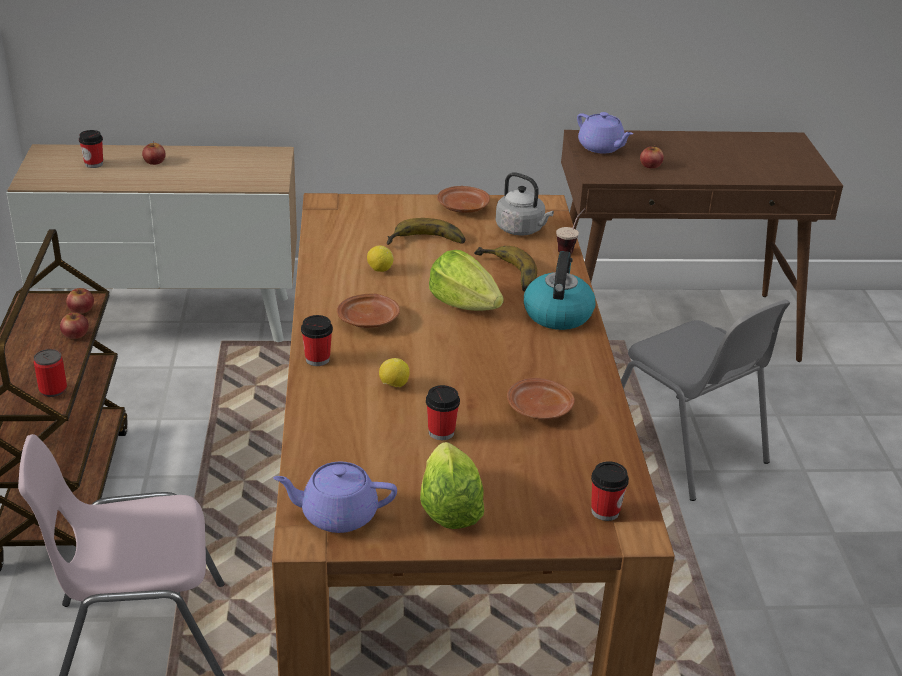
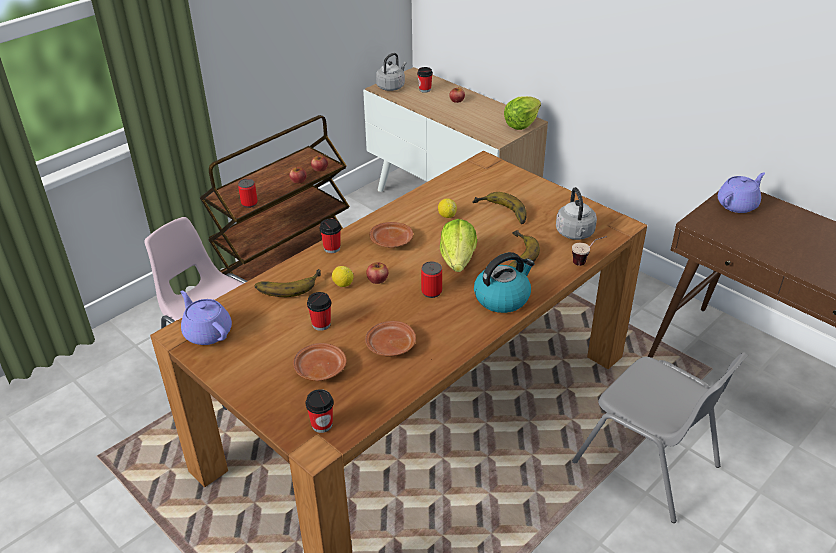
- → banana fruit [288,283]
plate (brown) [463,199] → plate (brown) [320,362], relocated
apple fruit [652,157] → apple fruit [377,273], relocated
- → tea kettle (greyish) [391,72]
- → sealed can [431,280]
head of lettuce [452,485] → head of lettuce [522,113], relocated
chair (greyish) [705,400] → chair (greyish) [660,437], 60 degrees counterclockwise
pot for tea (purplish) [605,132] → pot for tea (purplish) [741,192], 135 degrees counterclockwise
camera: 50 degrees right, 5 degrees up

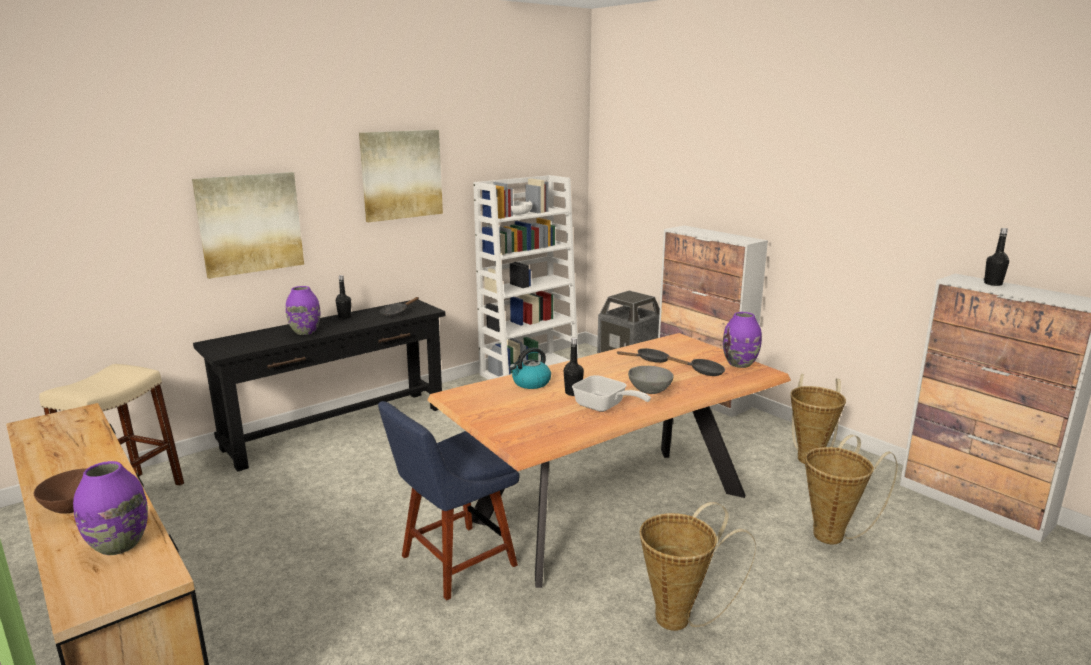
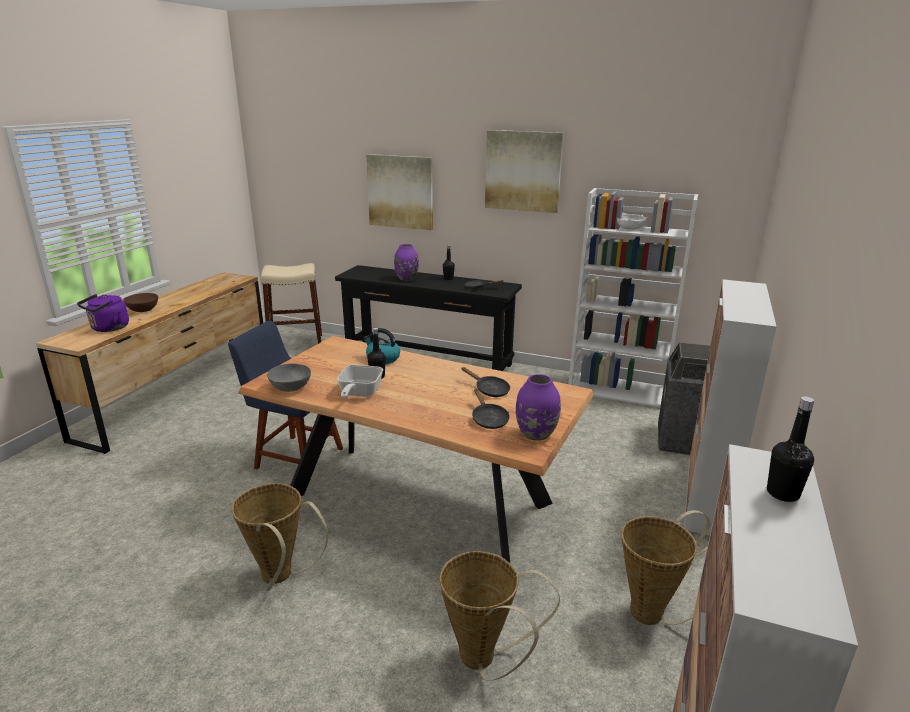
flower vase (purplish) [110,508] → tea kettle (purplish) [103,313]
serving bowl (greyish) [651,380] → serving bowl (greyish) [289,377], relocated
camera: 60 degrees right, 5 degrees up

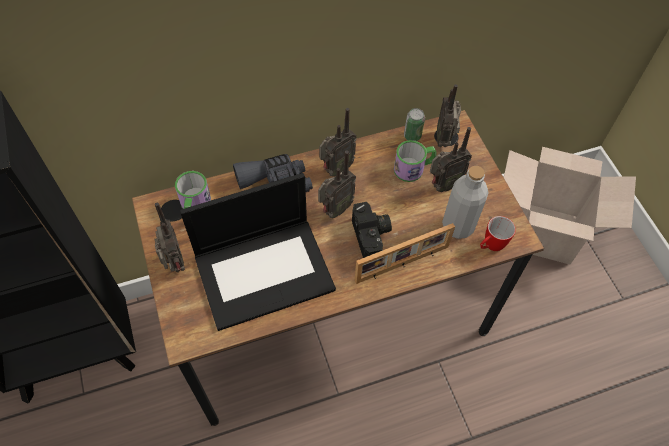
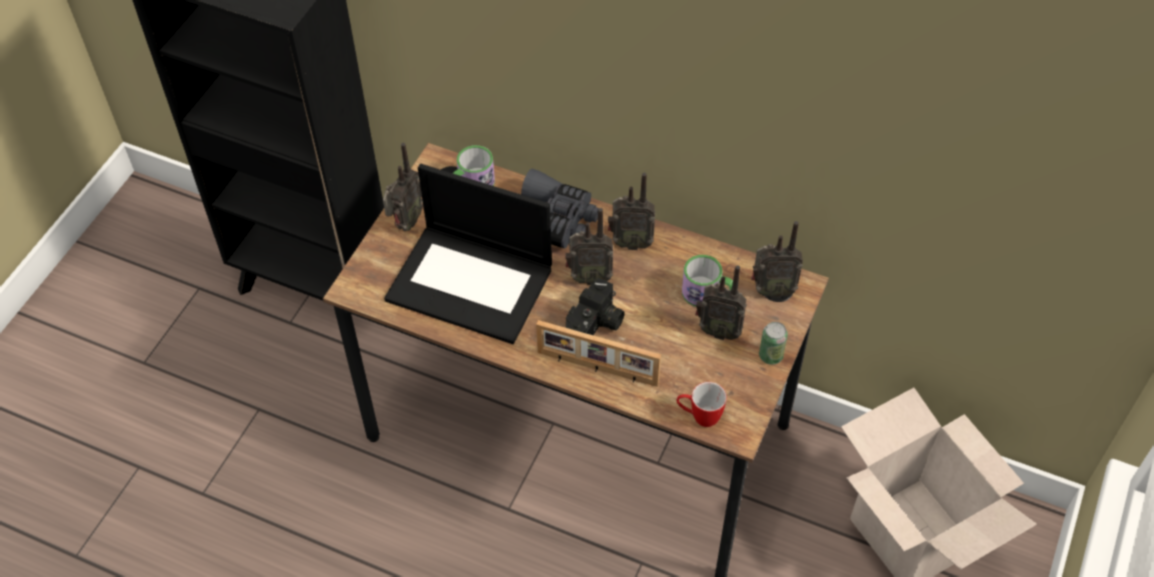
radio [449,115] → radio [777,259], 135 degrees counterclockwise
sealed can [414,124] → sealed can [773,343], relocated
beverage bottle (greyish) [465,202] → -
camera: 45 degrees right, 5 degrees down

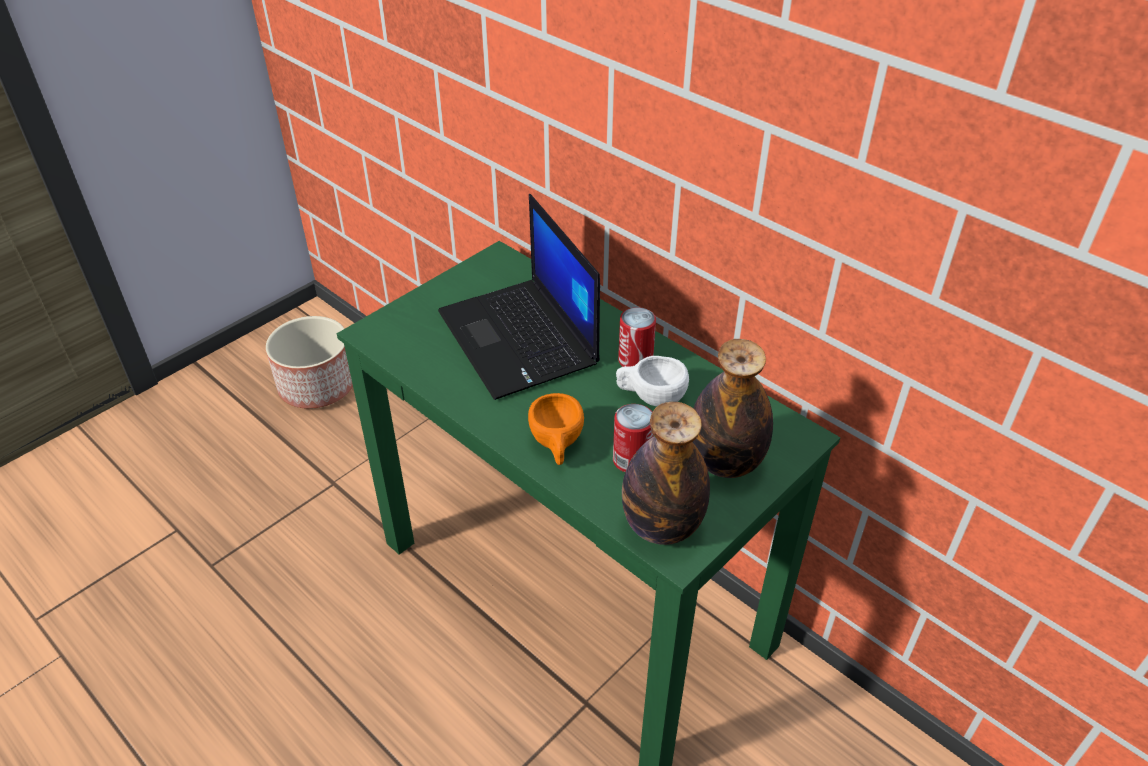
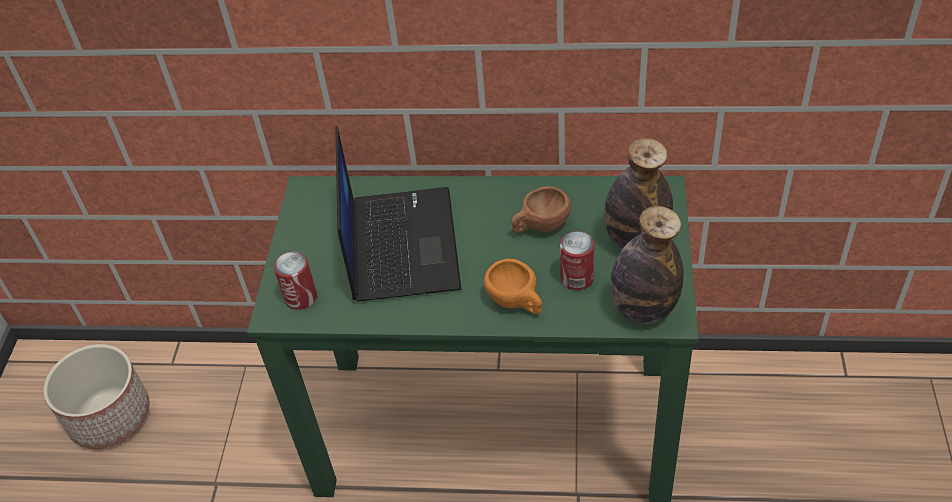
sealed can [637,337] → sealed can [295,280], relocated
laptop [519,297] → laptop [398,214], 120 degrees counterclockwise
cup (white) [652,381] → cup (brown) [541,209]
camera: 35 degrees left, 5 degrees up

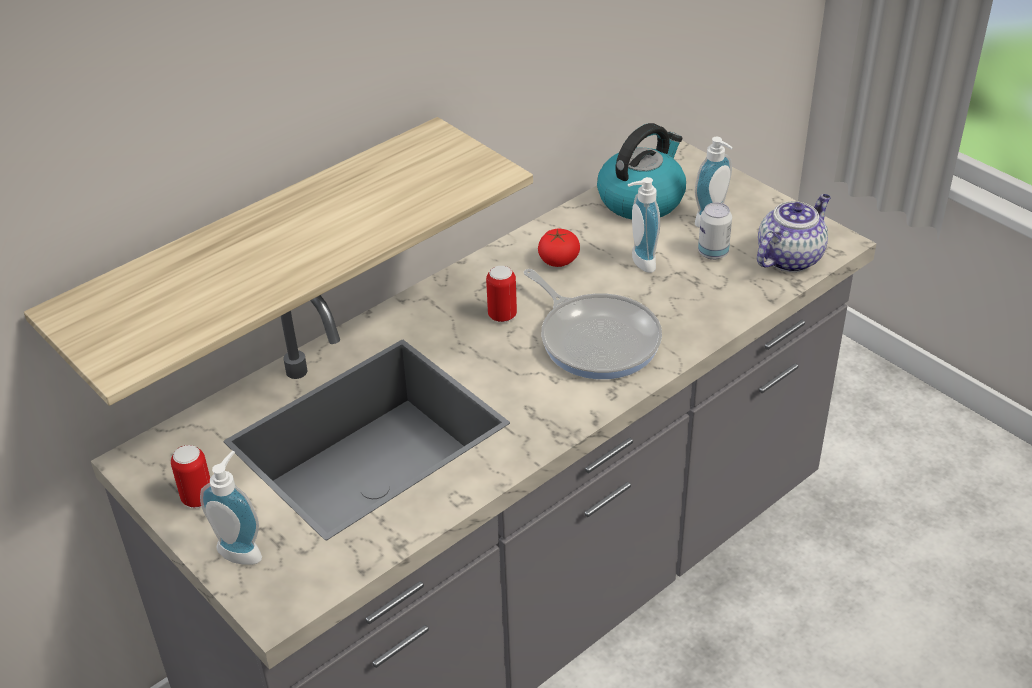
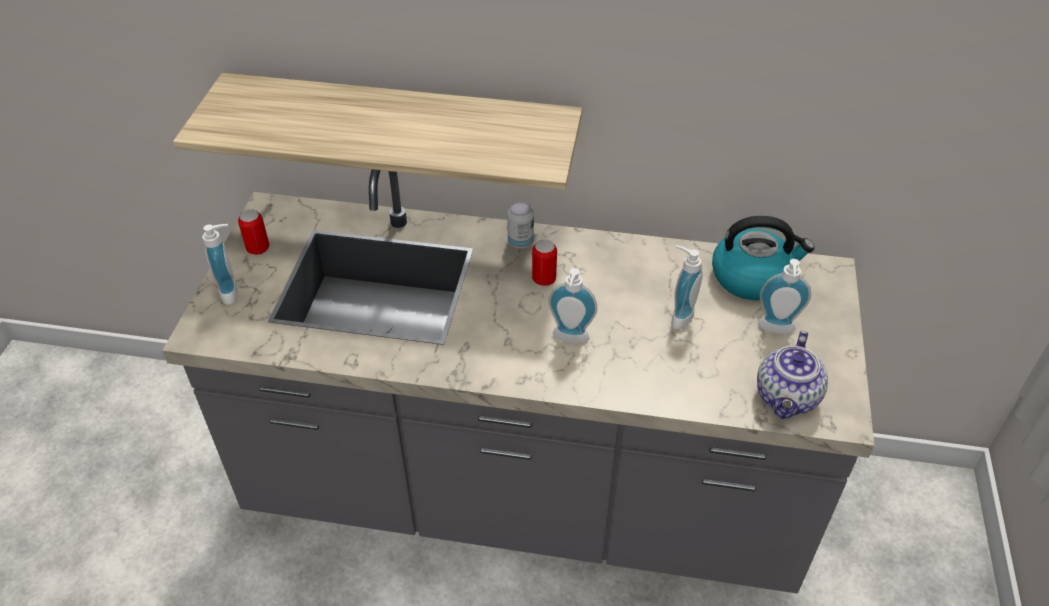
sealed can [715,231] → sealed can [520,224], relocated
frying pan [593,324] → liquid soap bottle [572,306]
pot for tea [794,233] → pot for tea [792,375], 105 degrees clockwise
fresh tomato [559,248] → -
camera: 50 degrees right, 5 degrees up

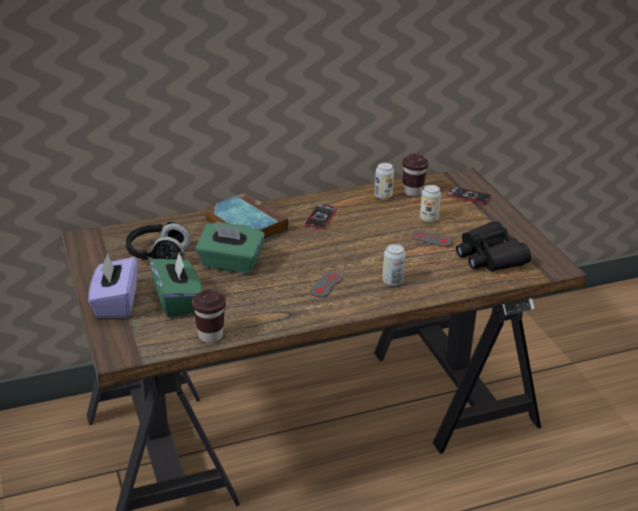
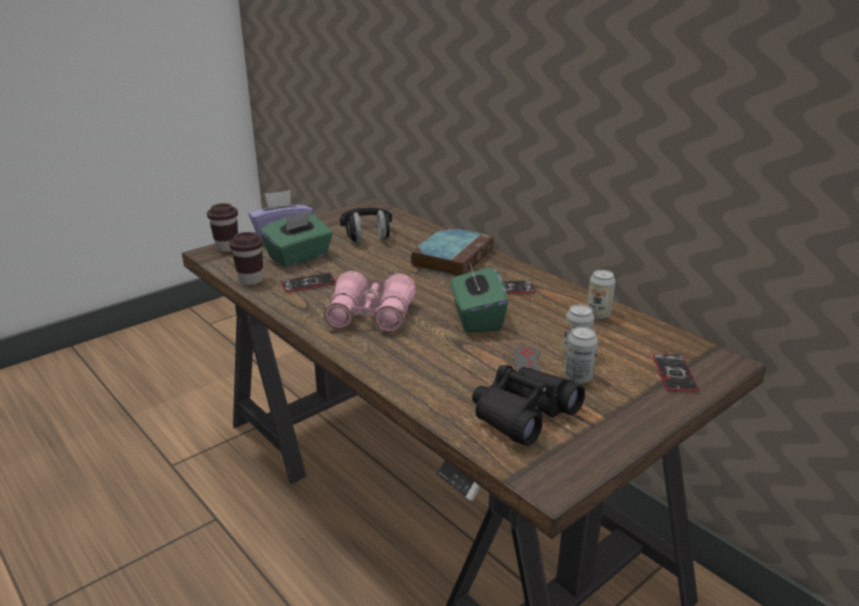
cup (brown) [415,175] → cup (brown) [222,227], relocated
- → telephone [308,282]
game controller (greyish) [326,284] → field glasses (pink-coloured) [370,301]
box of tissues (greenish) [230,248] → box of tissues (greenish) [479,297], relocated
sealed can [394,265] → sealed can [581,355], relocated
camera: 70 degrees right, 5 degrees down

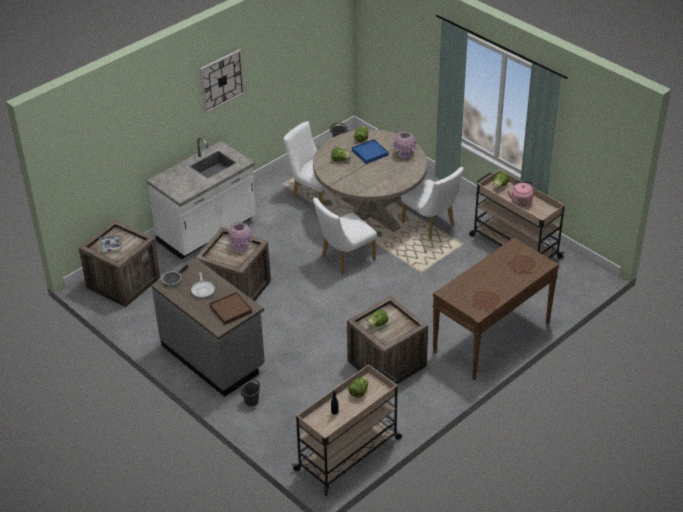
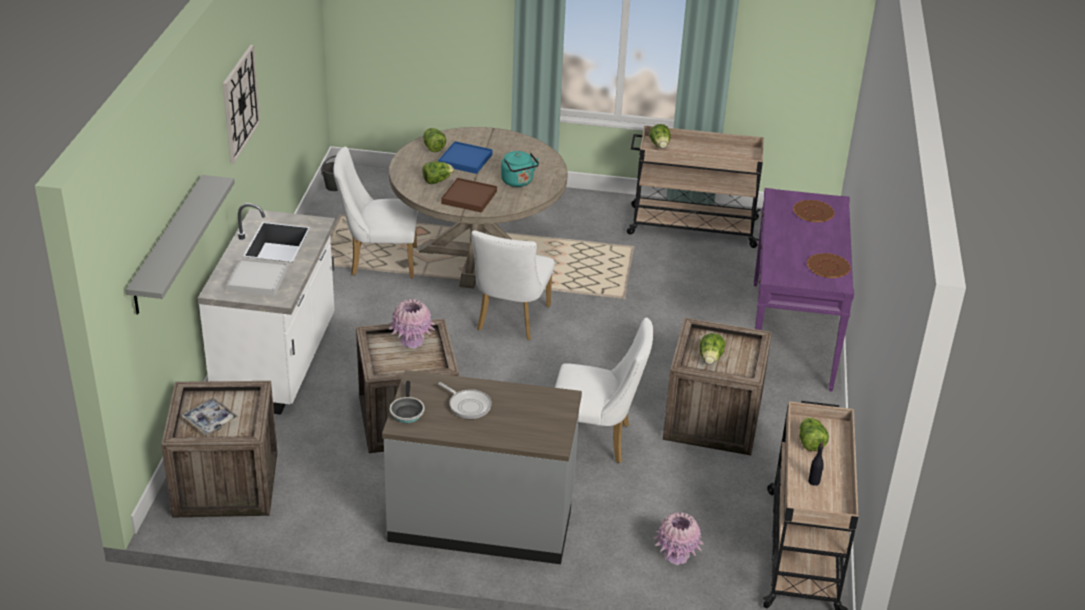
- → wall shelf (greyish) [180,245]
- → tray (white) [257,277]
tray (brown) [230,308] → tray (brown) [469,195], relocated
- → tea kettle (turquoise-coloured) [520,169]
chair (white) [432,203] → chair (white) [604,390], relocated
flower vase (pink-coloured) [404,145] → flower vase (pink-coloured) [678,538], relocated
narrow table (brown) [496,308] → narrow table (purplish) [804,289]
bucket (greyish) [250,393] → -
tea kettle (pink-coloured) [520,194] → -
camera: 40 degrees left, 5 degrees down

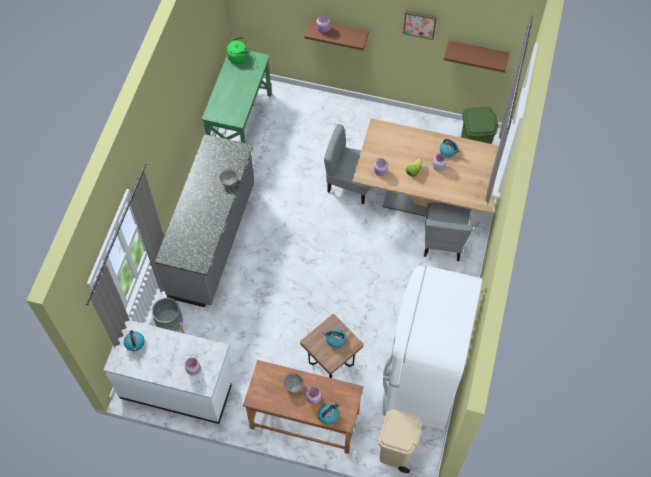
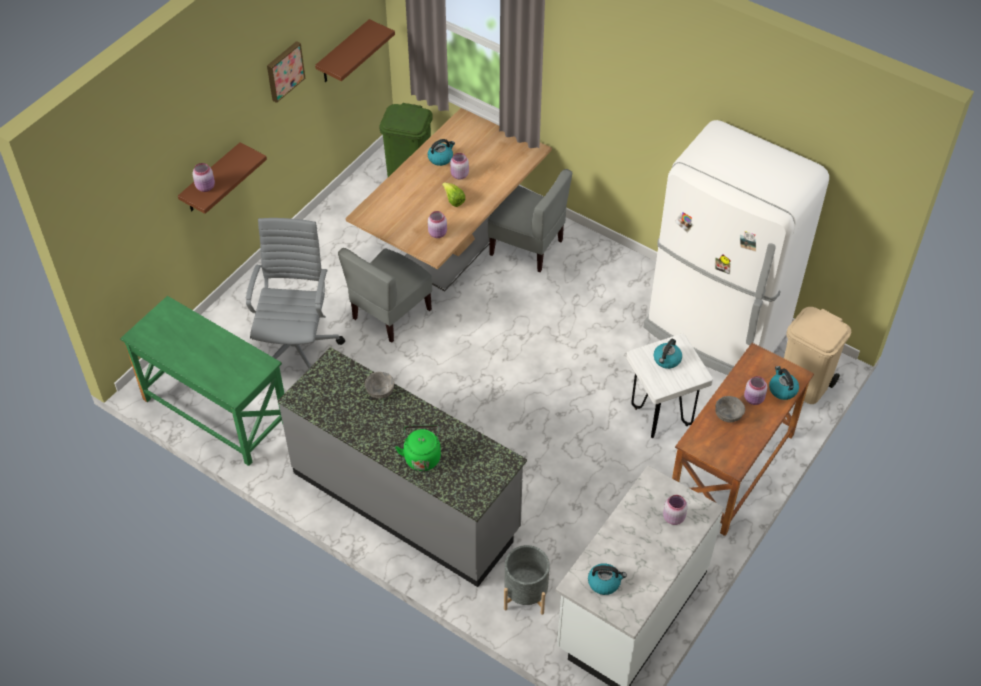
- → office chair (greyish) [295,293]
tea kettle (greenish) [238,50] → tea kettle (greenish) [418,448], relocated
stool seat (brown) [331,346] → stool seat (white) [669,386]
camera: 70 degrees left, 10 degrees down

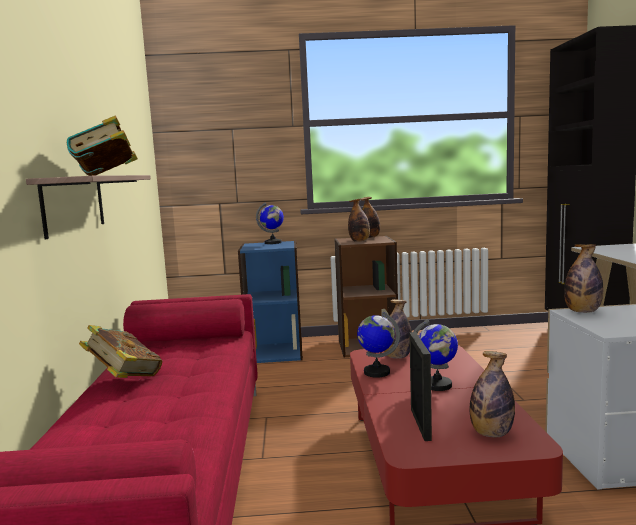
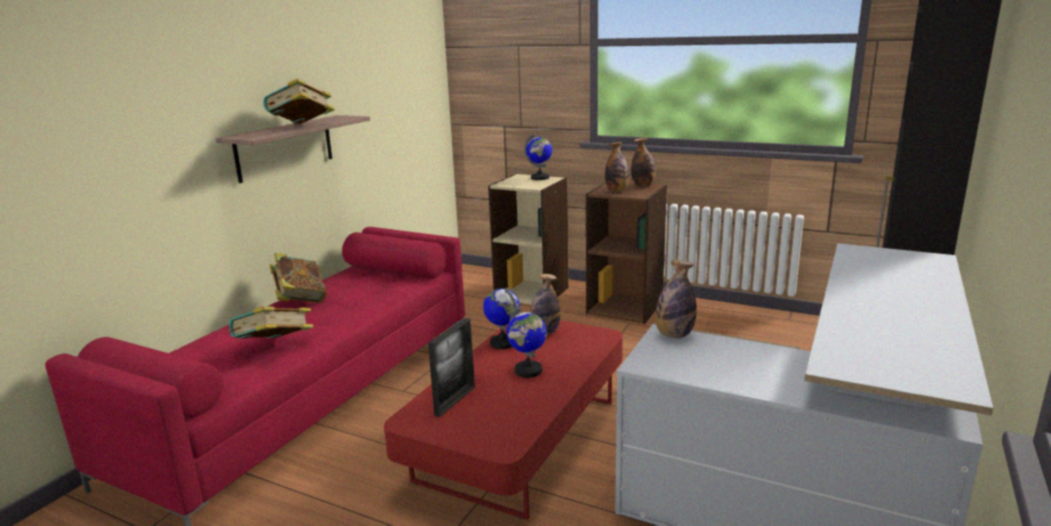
- → volume [271,322]
bookcase (blue) [270,302] → bookcase (beige) [528,239]
beverage bottle [492,394] → -
camera: 30 degrees right, 10 degrees up

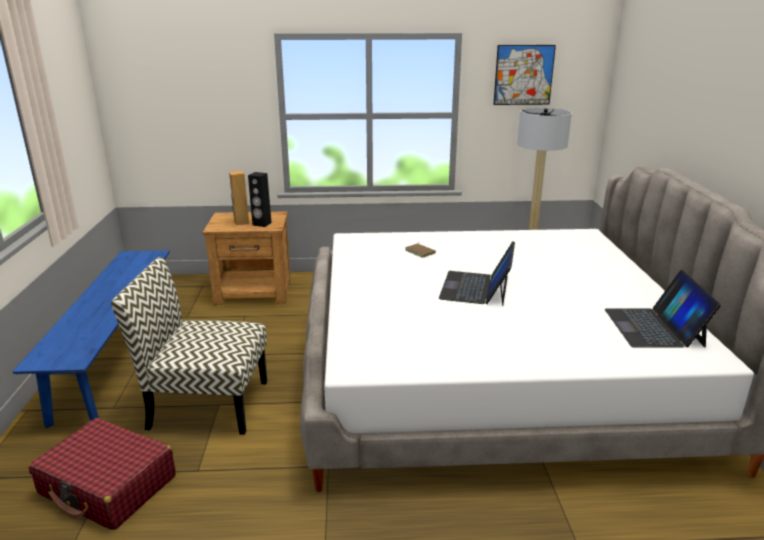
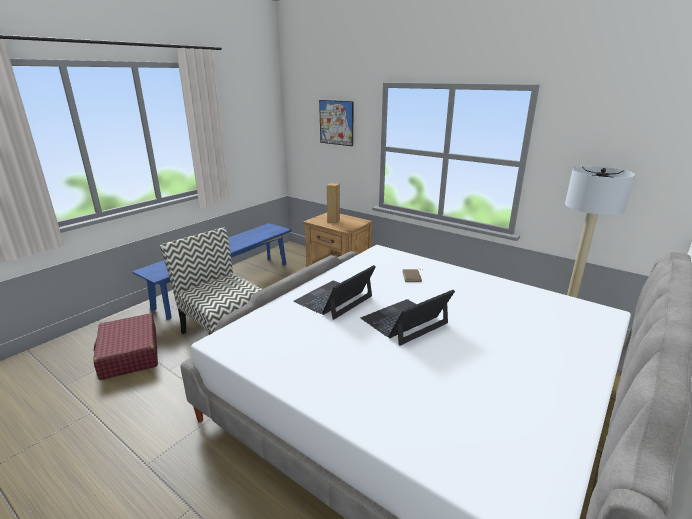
laptop [662,309] → laptop [335,292], relocated
wall picture [524,75] → wall picture [336,123], relocated
speaker (black-coloured) [260,199] → -
camera: 40 degrees right, 0 degrees up

